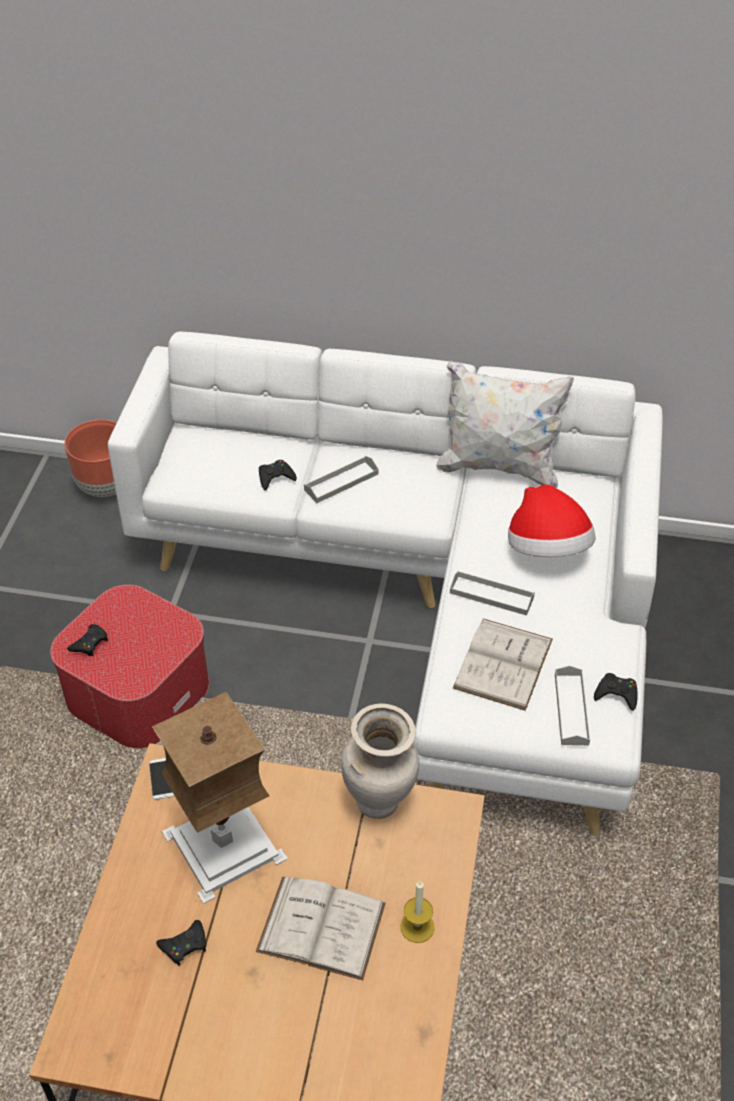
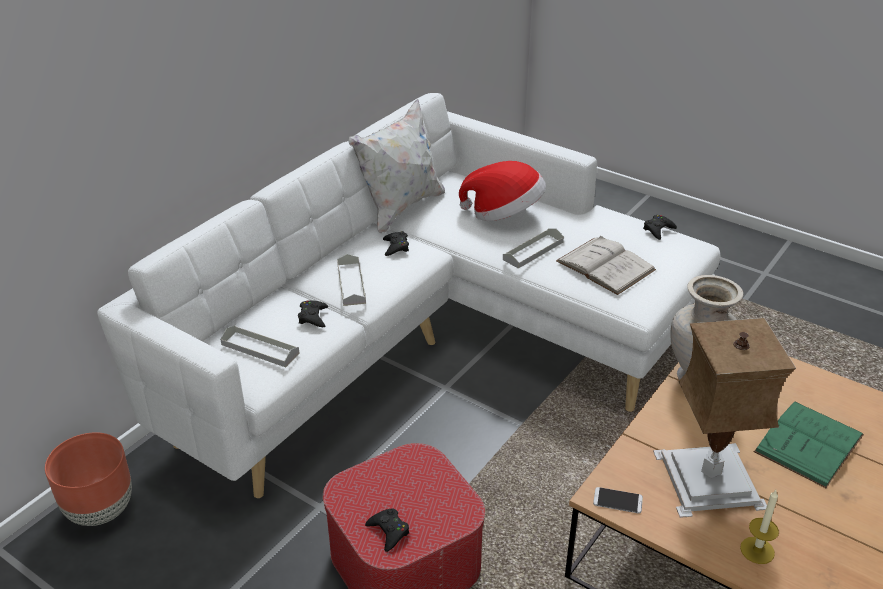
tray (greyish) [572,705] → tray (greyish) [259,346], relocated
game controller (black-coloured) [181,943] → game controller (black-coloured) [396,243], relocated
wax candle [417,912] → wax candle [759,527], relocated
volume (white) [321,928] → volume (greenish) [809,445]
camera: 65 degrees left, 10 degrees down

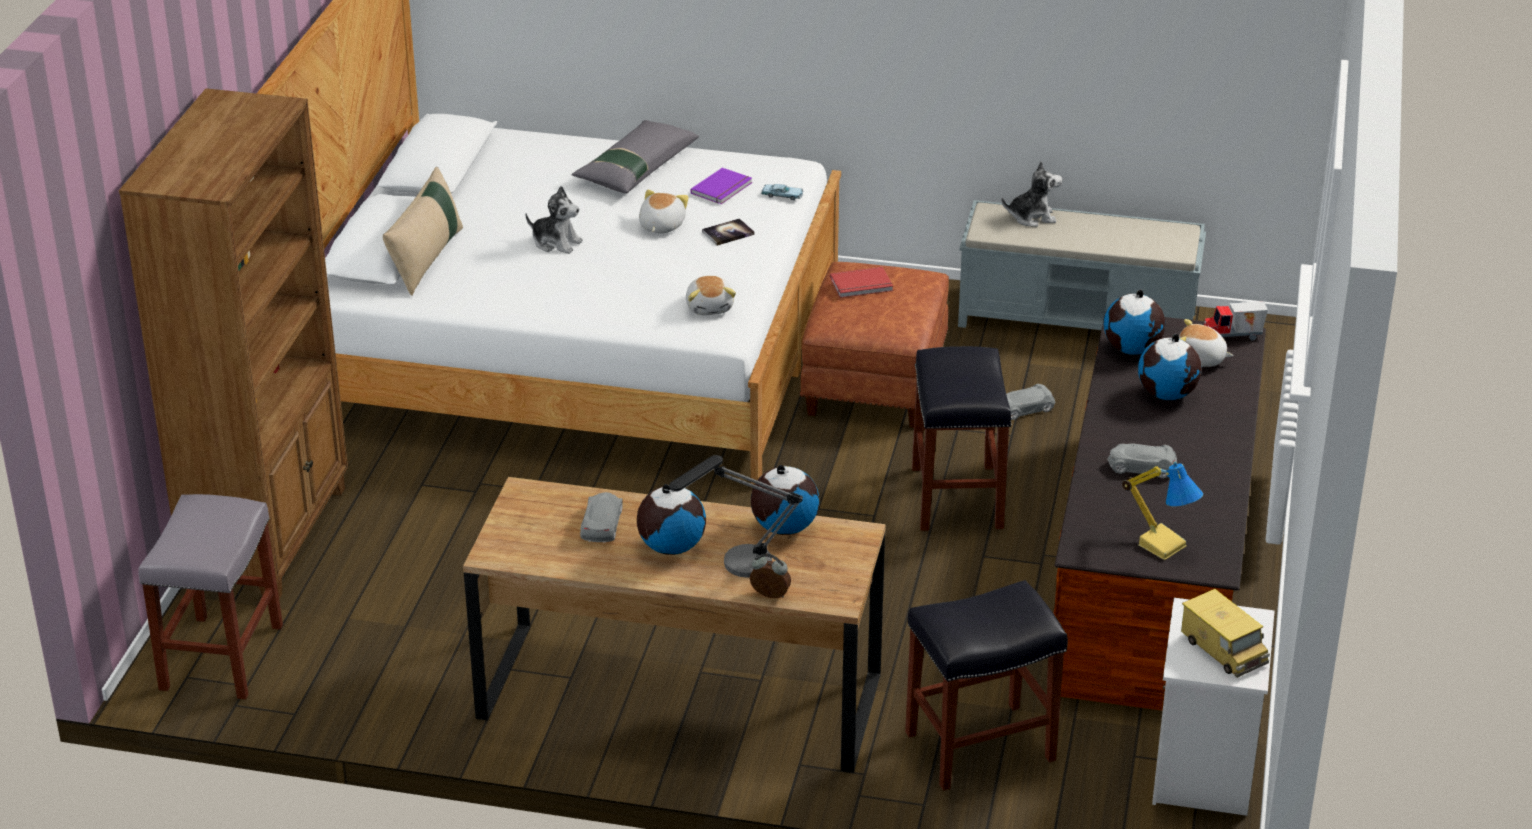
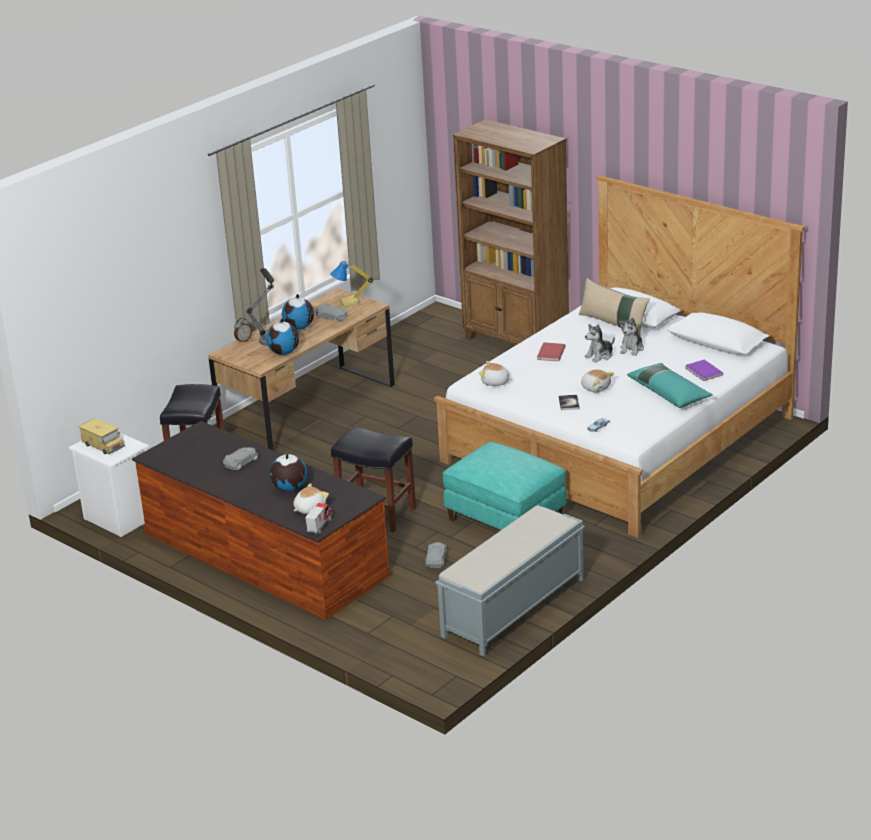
model truck [1225,633] → model truck [102,436], 135 degrees counterclockwise
table lamp [1162,511] → table lamp [351,284], relocated
pouffe (brown) [874,345] → pouffe (turquoise-coloured) [505,486]
volume (red) [861,282] → volume (red) [551,351], relocated
plush toy [1032,194] → plush toy [631,336], relocated
pillow (greyish) [635,156] → pillow (turquoise-coloured) [670,385]
volume (purplish) [721,186] → volume (purplish) [704,370], relocated
stool seat (greyish) [210,597] → -
desk globe [1134,322] → -
camera: 120 degrees right, 5 degrees down

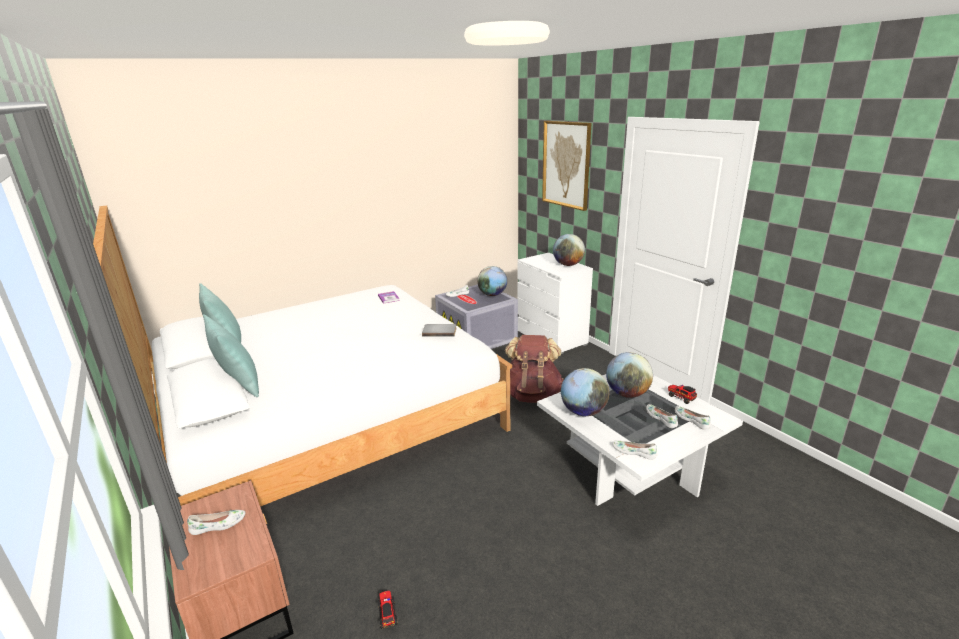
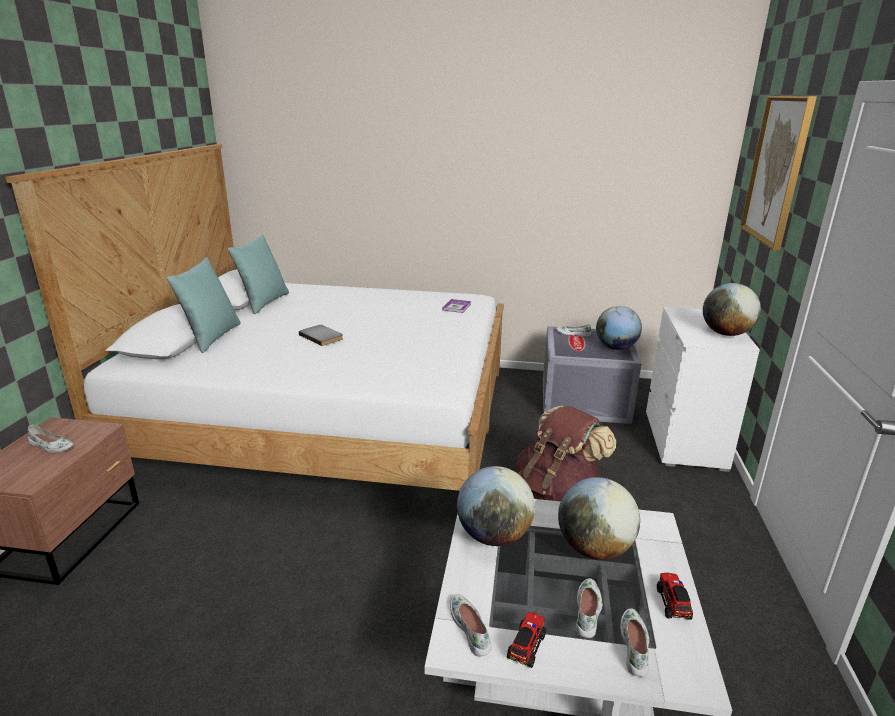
volume (greyish) [439,330] → volume (greyish) [321,335], relocated
model truck [387,610] → model truck [526,640], relocated
camera: 40 degrees right, 0 degrees up

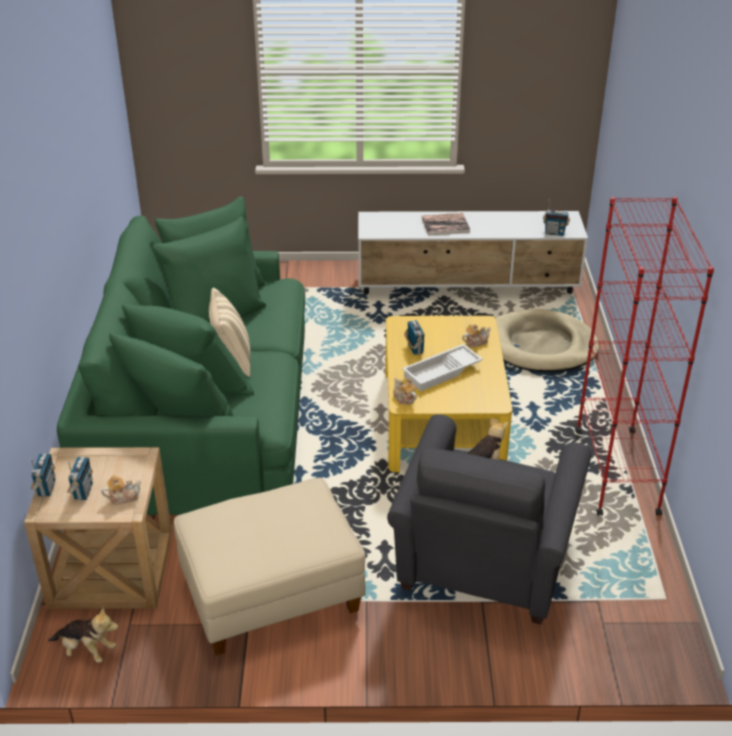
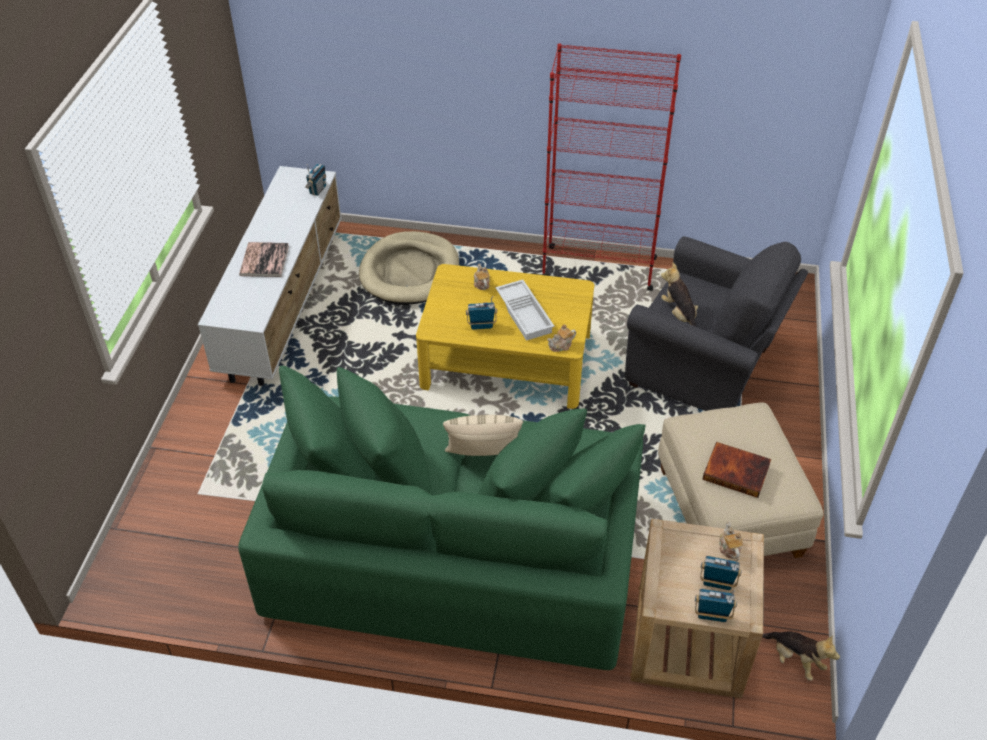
- → volume [736,470]
plush toy [83,635] → plush toy [801,656], 105 degrees clockwise
camera: 80 degrees left, 10 degrees up

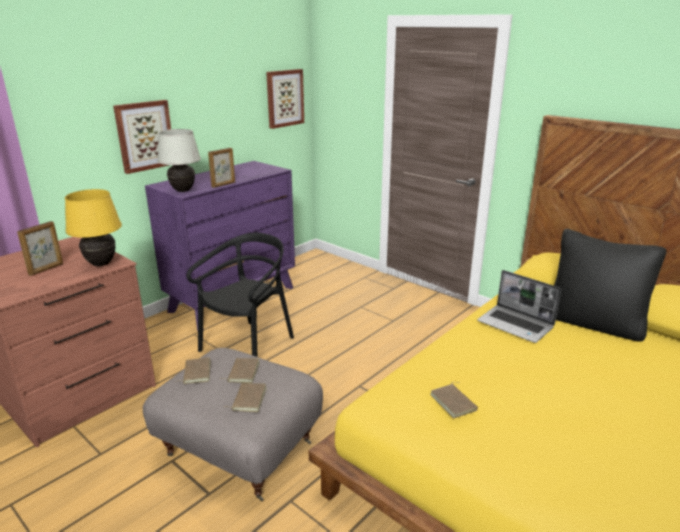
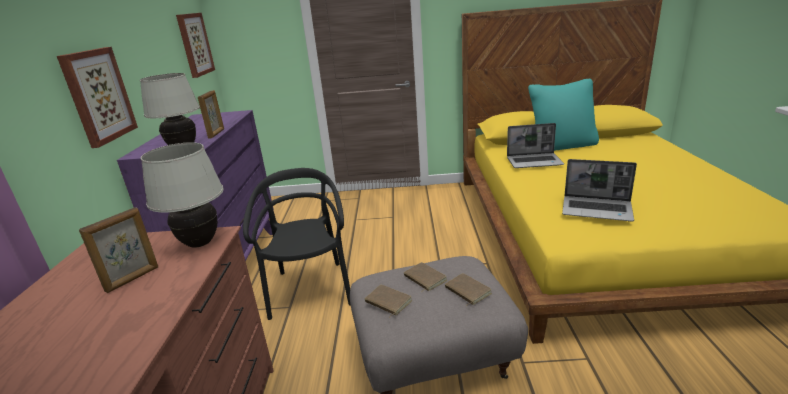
standing frame [40,248] → standing frame [118,250], 45 degrees clockwise
table lamp (yellowish) [93,227] → table lamp (white) [182,195]
pillow (black-coloured) [610,285] → pillow (turquoise-coloured) [563,115]
volume (brown) [454,400] → laptop [599,190]
camera: 40 degrees left, 0 degrees up

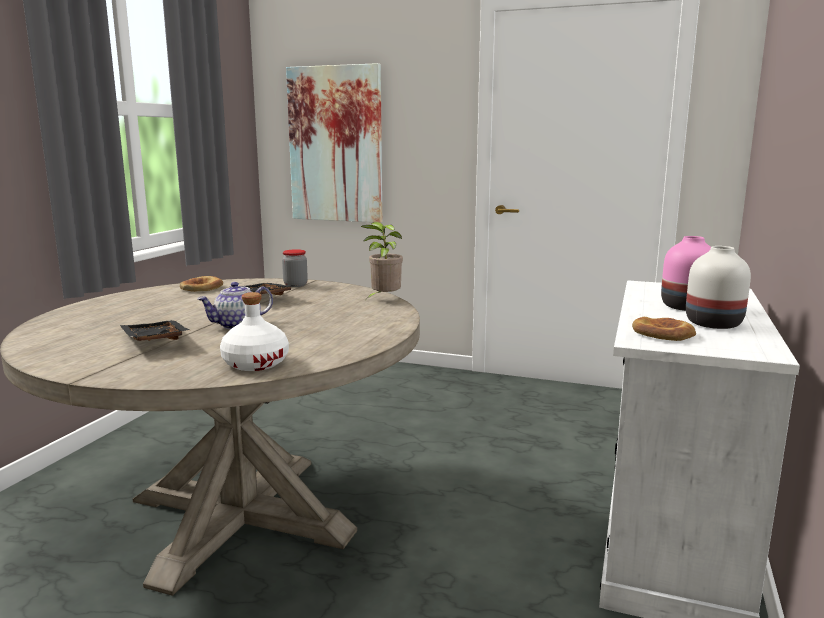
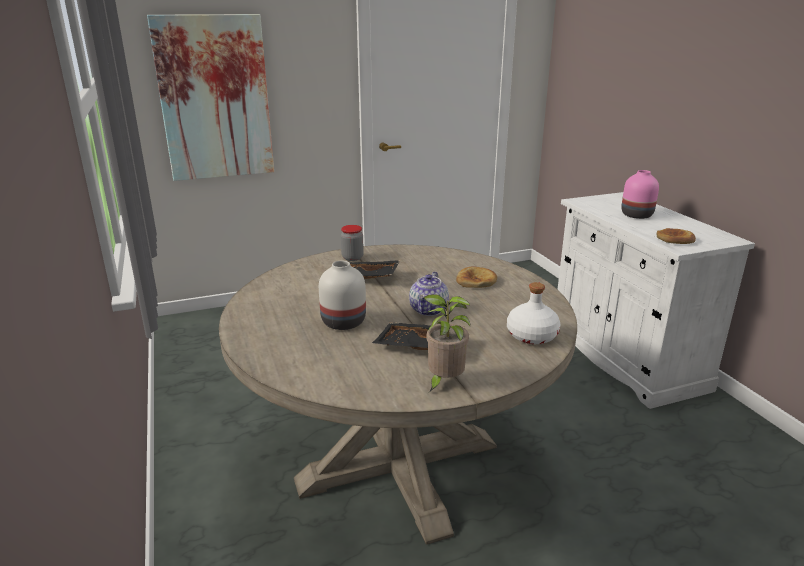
flower vase (white) [718,287] → flower vase (white) [342,295], relocated
houseplant [382,260] → houseplant [447,343], relocated
baked bread [201,284] → baked bread [476,277], relocated
camera: 40 degrees left, 10 degrees up

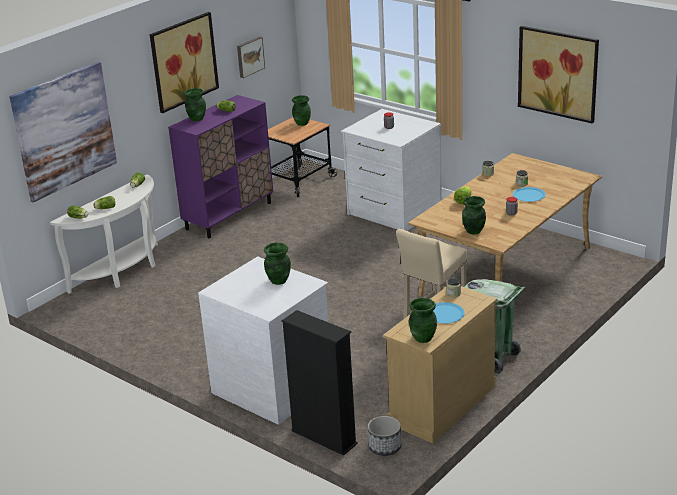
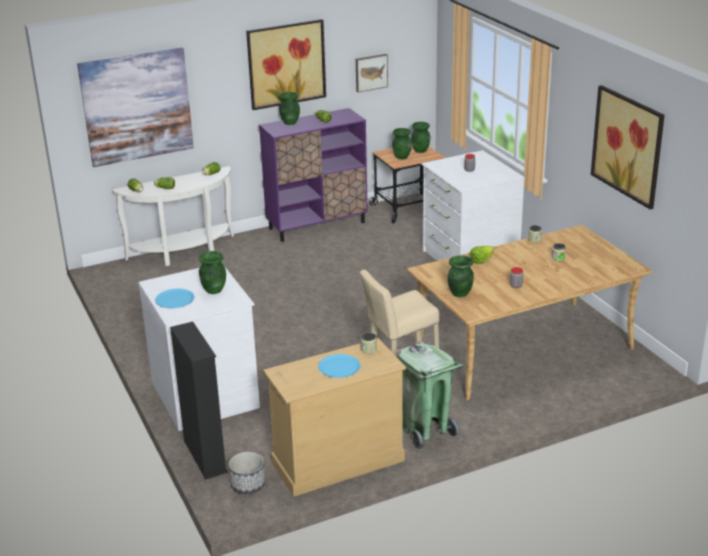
plate (blue) [529,194] → plate (blue) [175,298], relocated
flower vase (greenish) [423,320] → flower vase (greenish) [402,144], relocated
camera: 25 degrees right, 0 degrees up

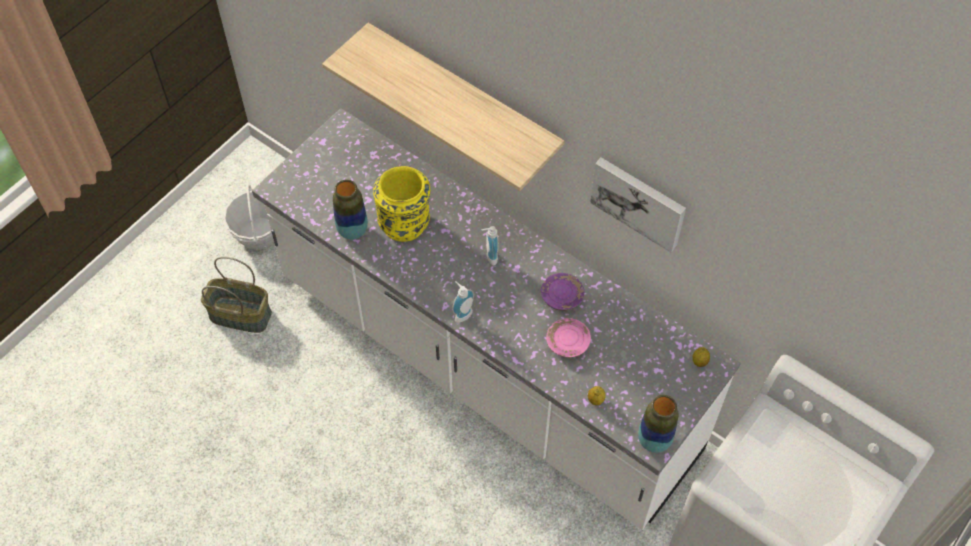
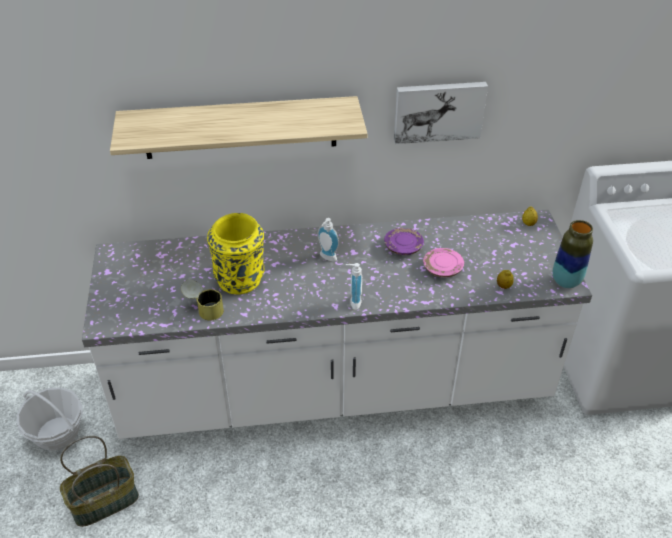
flower vase [350,210] → sealed can [202,300]
camera: 45 degrees left, 15 degrees down

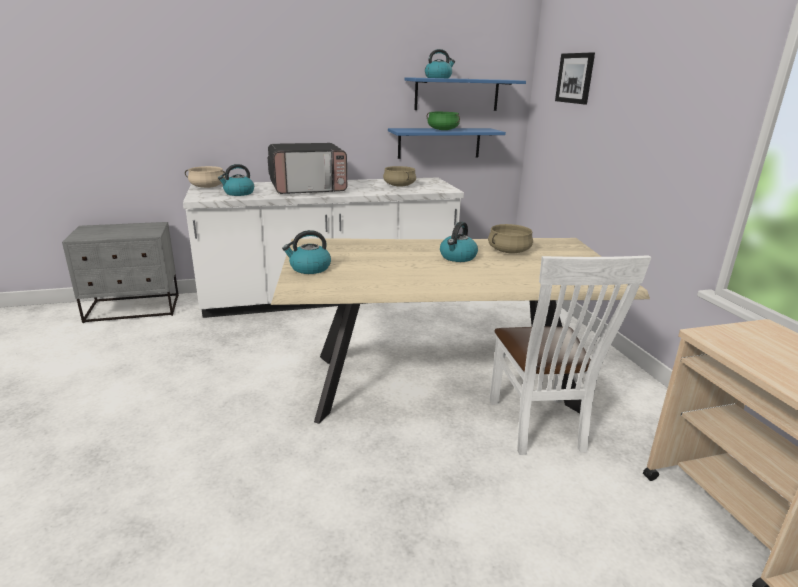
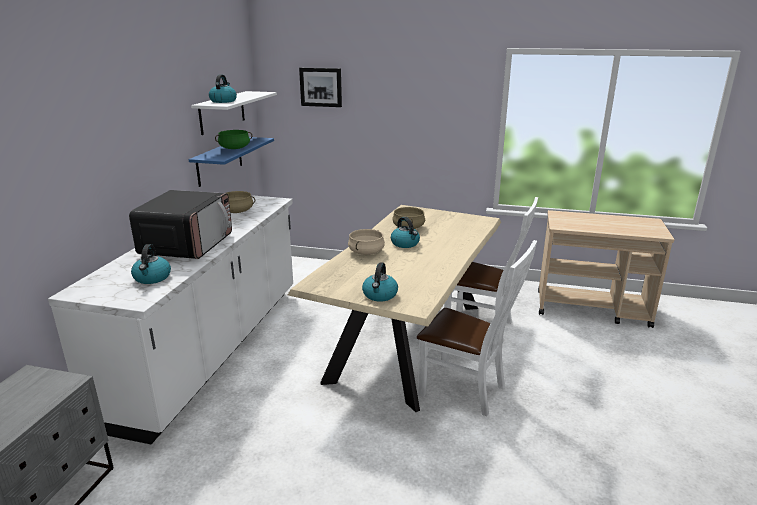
wall shelf (blue) [465,94] → wall shelf (white) [234,113]
stockpot (beige) [205,177] → stockpot (beige) [366,242], relocated
- → chair (white) [477,328]
camera: 60 degrees left, 0 degrees up

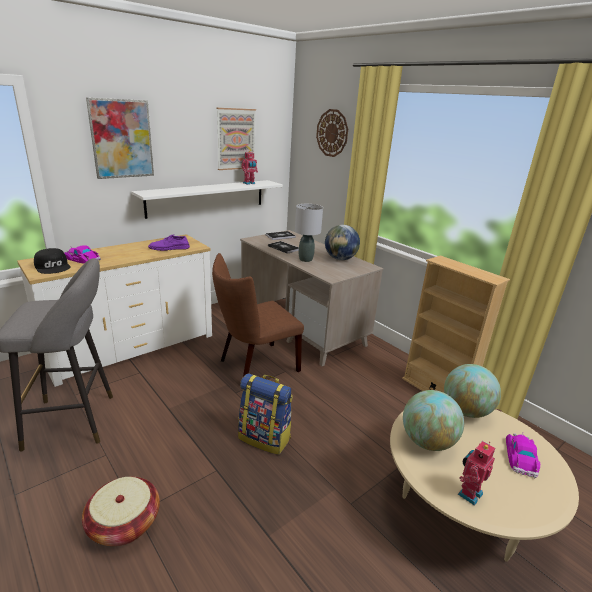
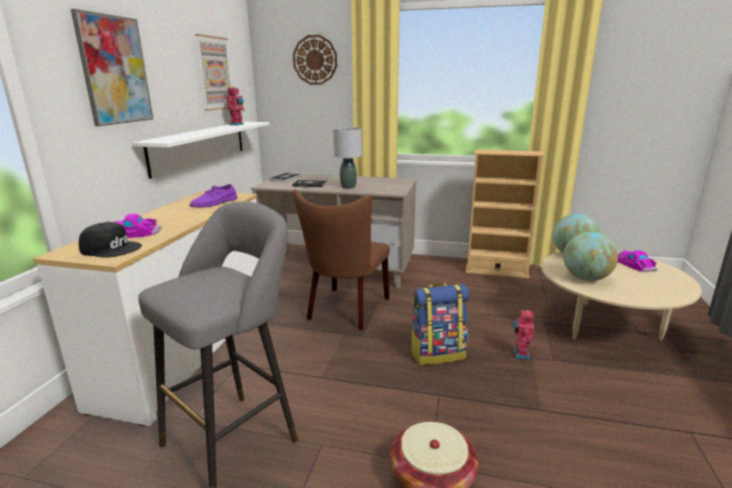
toy robot [476,473] → toy robot [523,333], relocated
desk globe [342,242] → -
camera: 35 degrees left, 5 degrees down

